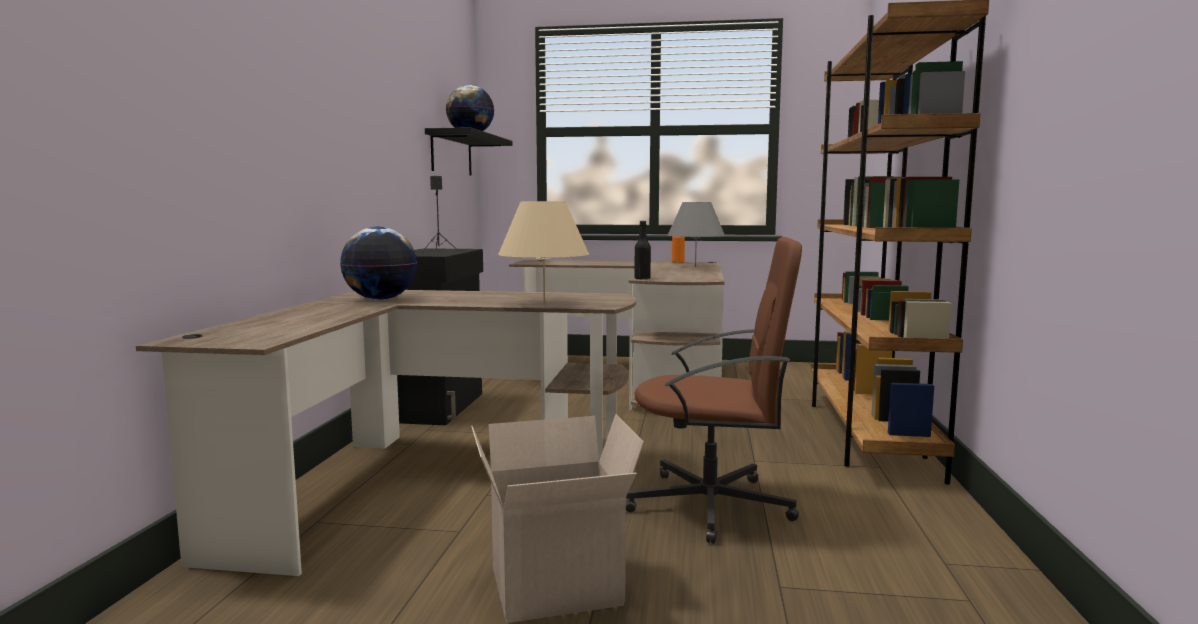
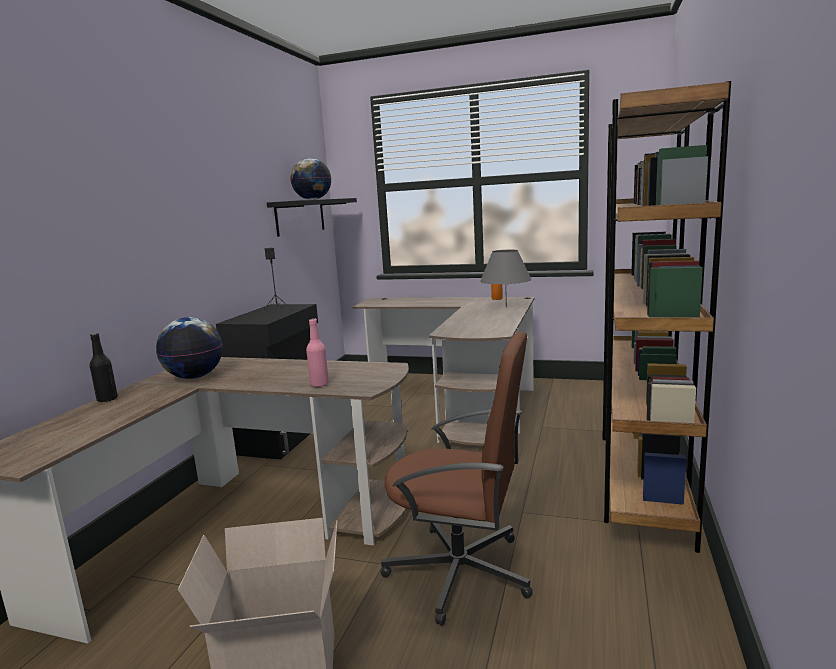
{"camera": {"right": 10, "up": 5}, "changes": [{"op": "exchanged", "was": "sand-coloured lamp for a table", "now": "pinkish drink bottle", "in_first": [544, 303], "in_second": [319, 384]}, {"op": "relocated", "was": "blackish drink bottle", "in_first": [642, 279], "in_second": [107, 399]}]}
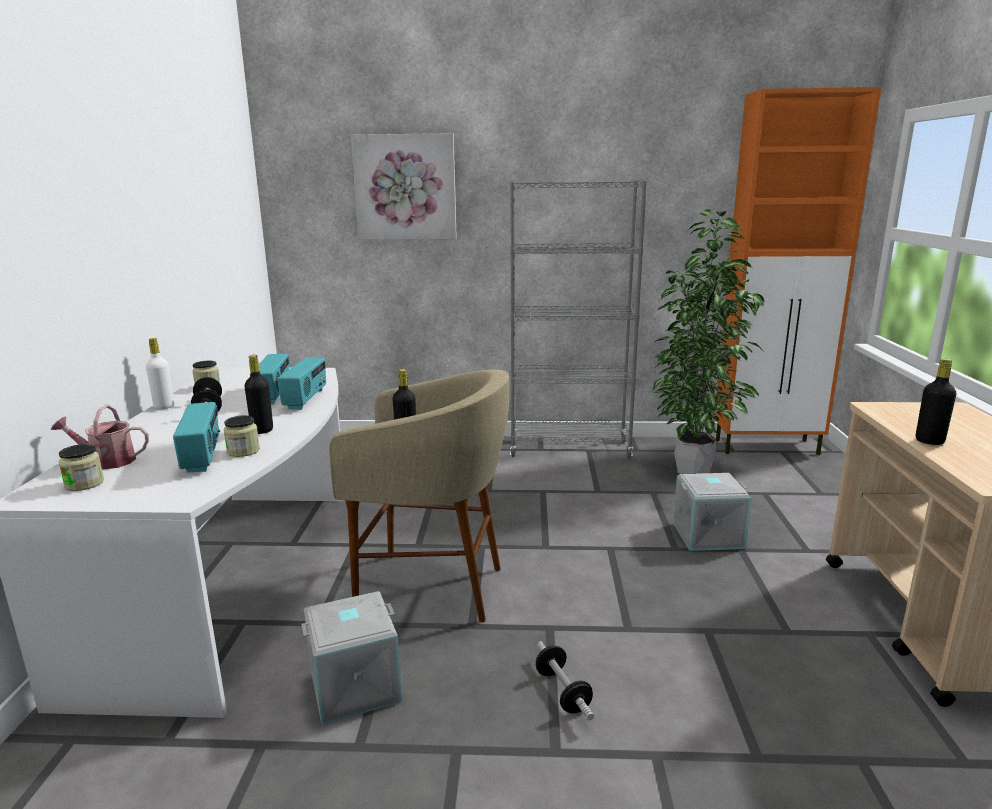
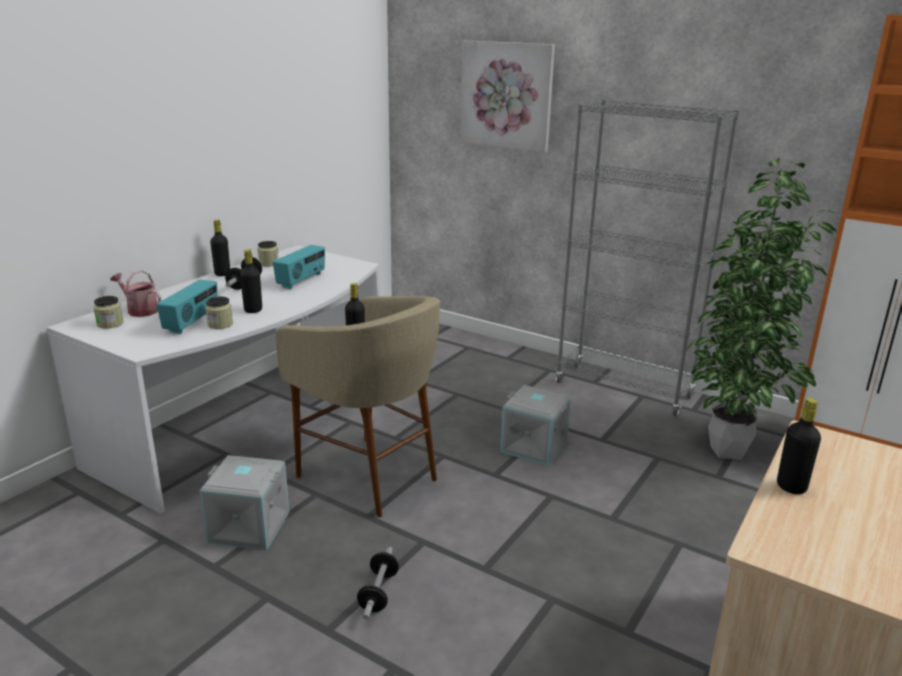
{"camera": {"right": 30, "up": 5}, "changes": [{"op": "colour", "was": "white-coloured drink bottle", "now": "blackish drink bottle", "in_first": [164, 406], "in_second": [222, 274]}, {"op": "missing", "was": "radio set", "in_first": [306, 399]}, {"op": "relocated", "was": "greyish storage container", "in_first": [708, 535], "in_second": [535, 446]}]}
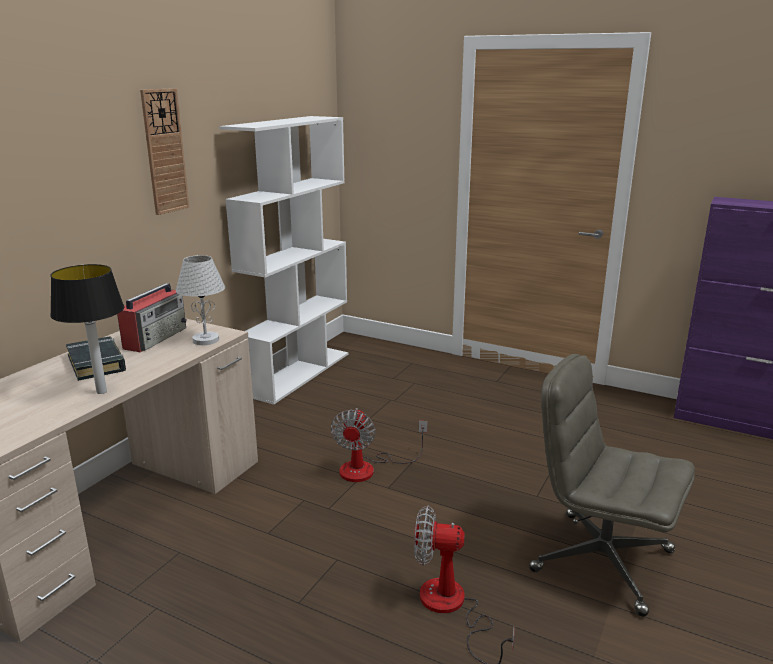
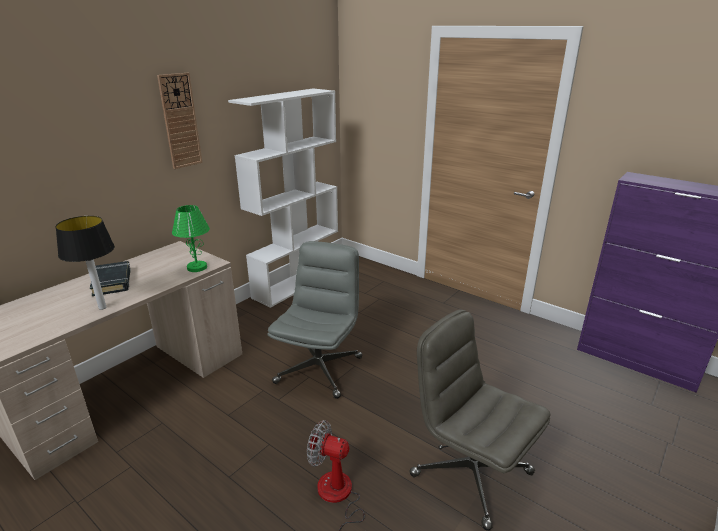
{"camera": {"right": 10, "up": 5}, "changes": [{"op": "missing", "was": "radio set", "in_first": [156, 338]}, {"op": "colour", "was": "white-coloured lamp for a table", "now": "greenish lamp for a table", "in_first": [205, 340], "in_second": [196, 267]}, {"op": "exchanged", "was": "fan", "now": "greyish office chair", "in_first": [368, 468], "in_second": [319, 369]}]}
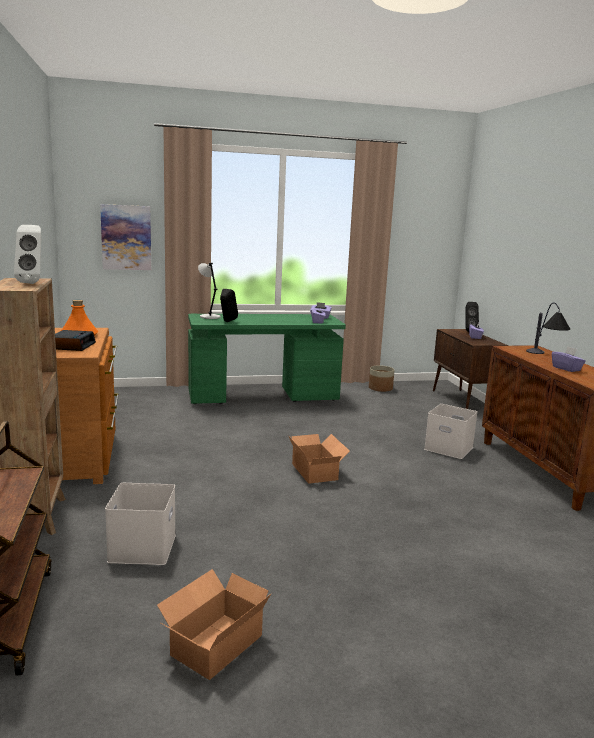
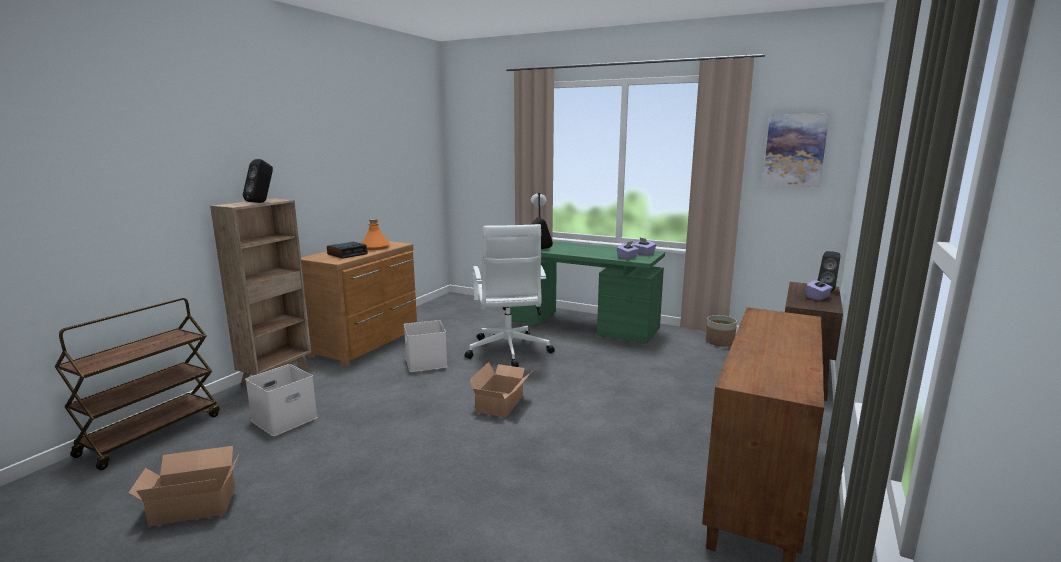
{"camera": {"right": 40, "up": 0}, "changes": [{"op": "colour", "was": "white-coloured speaker", "now": "blackish speaker", "in_first": [33, 283], "in_second": [261, 202]}, {"op": "relocated", "was": "wall art", "in_first": [126, 237], "in_second": [794, 150]}, {"op": "relocated", "was": "white-coloured storage container", "in_first": [450, 448], "in_second": [427, 362]}, {"op": "missing", "was": "lamp for a table", "in_first": [545, 356]}, {"op": "missing", "was": "purple-coloured tissue box", "in_first": [566, 369]}, {"op": "appeared", "now": "white-coloured office chair", "in_second": [508, 351]}]}
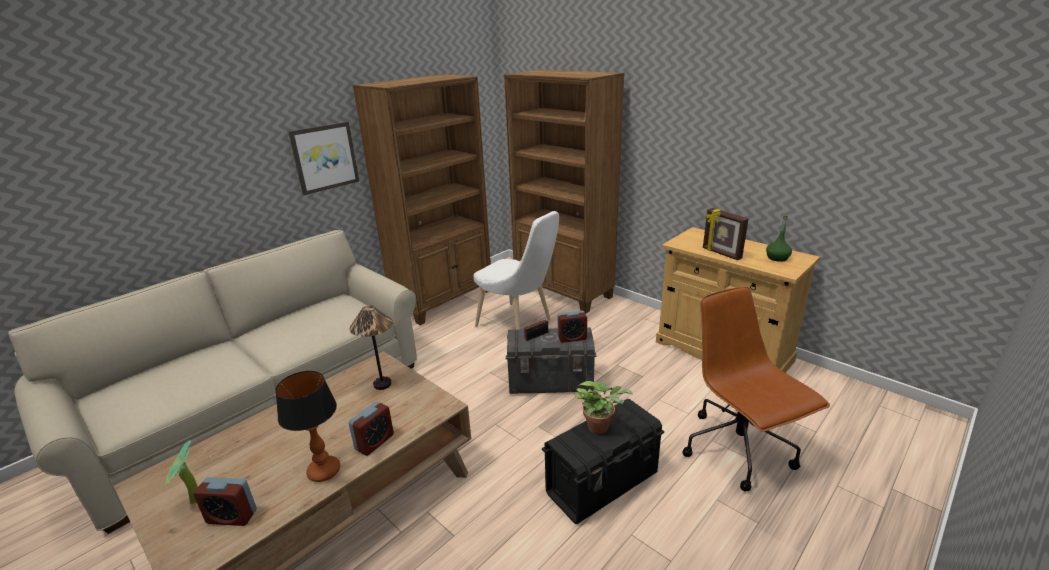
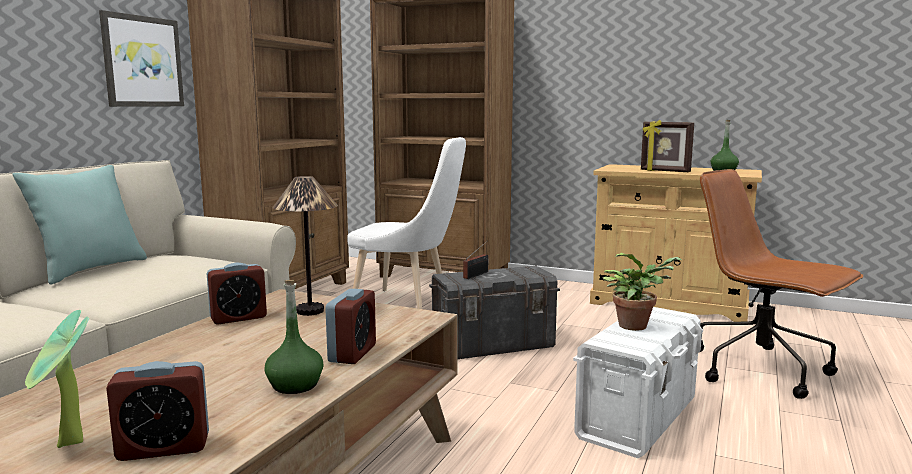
{"camera": {"right": -20, "up": -15}, "changes": [{"op": "exchanged", "was": "lamp for a table", "now": "greenish drink bottle", "in_first": [324, 471], "in_second": [295, 385]}, {"op": "colour", "was": "blackish storage container", "now": "white-coloured storage container", "in_first": [602, 483], "in_second": [638, 418]}, {"op": "relocated", "was": "alarm clock", "in_first": [572, 338], "in_second": [238, 318]}, {"op": "appeared", "now": "blue-green throw pillow", "in_second": [90, 270]}]}
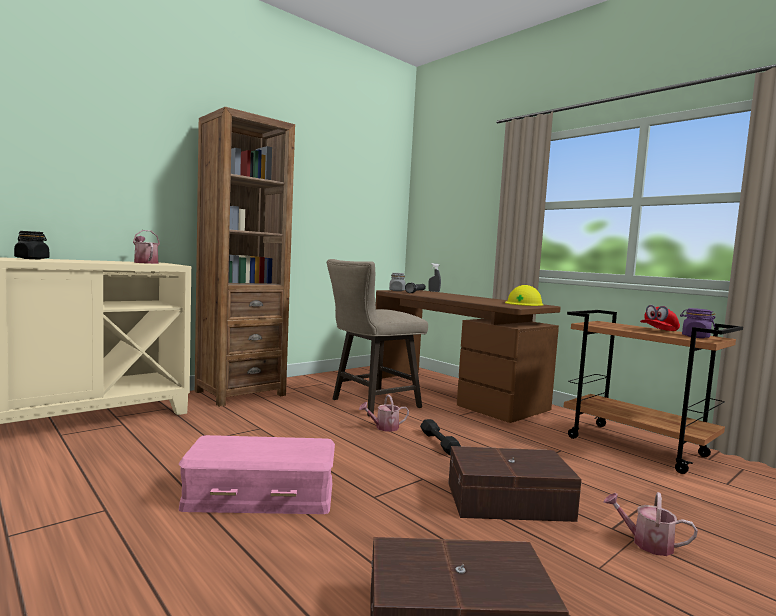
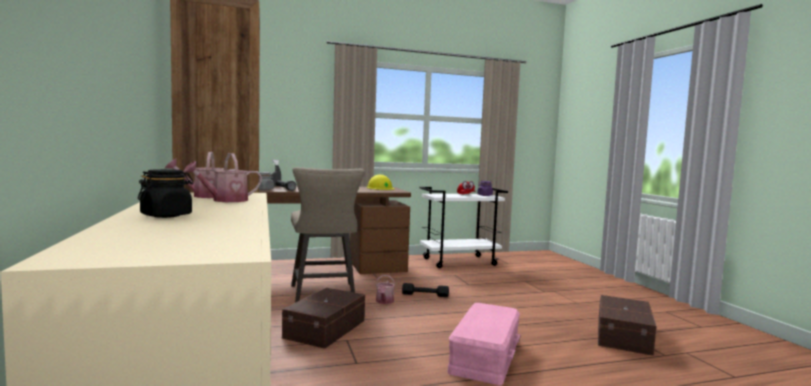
{"camera": {"right": -65, "up": 0}, "changes": [{"op": "relocated", "was": "brownish storage container", "in_first": [510, 502], "in_second": [327, 329]}, {"op": "colour", "was": "brownish cart", "now": "white-coloured cart", "in_first": [637, 447], "in_second": [460, 262]}, {"op": "relocated", "was": "watering can", "in_first": [646, 543], "in_second": [225, 200]}]}
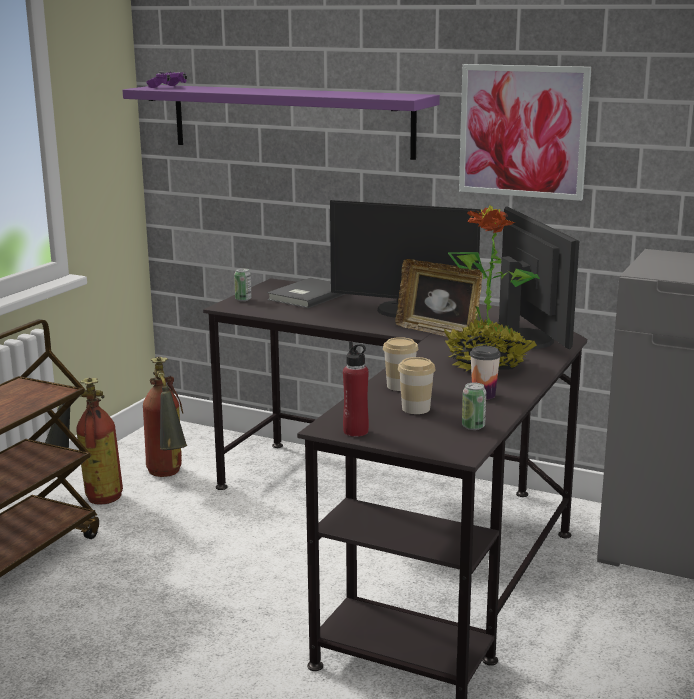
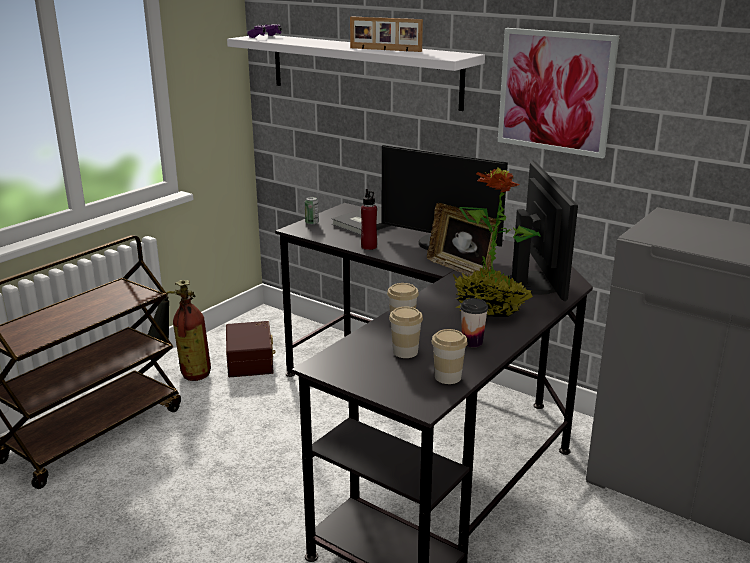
{"camera": {"right": 10, "up": 5}, "changes": [{"op": "colour", "was": "purple-coloured bracket shelf", "now": "white-coloured bracket shelf", "in_first": [290, 120], "in_second": [363, 70]}, {"op": "exchanged", "was": "fire extinguisher", "now": "brownish storage container", "in_first": [168, 477], "in_second": [251, 360]}, {"op": "relocated", "was": "reddish drink bottle", "in_first": [356, 431], "in_second": [369, 247]}, {"op": "exchanged", "was": "metal can", "now": "drinking cup", "in_first": [473, 426], "in_second": [448, 377]}, {"op": "appeared", "now": "photo frame", "in_second": [385, 50]}]}
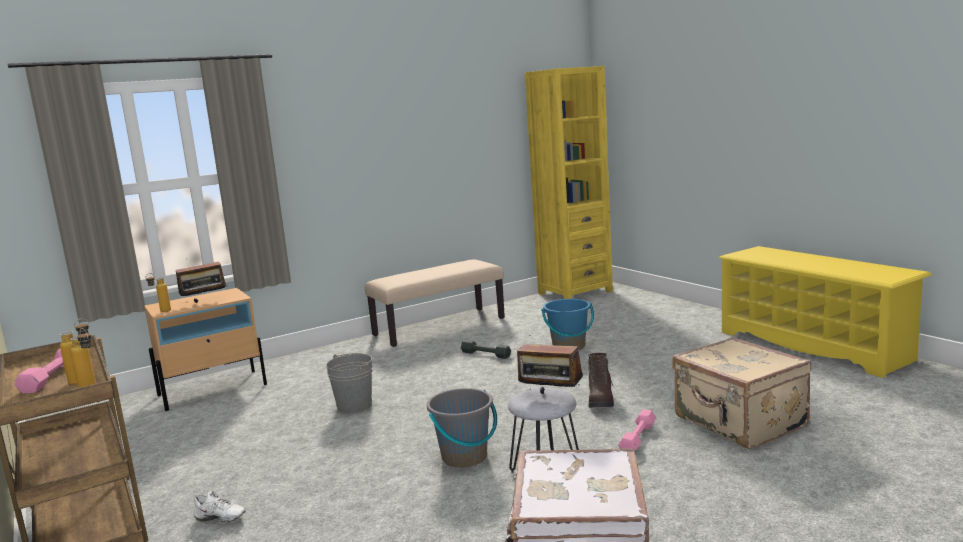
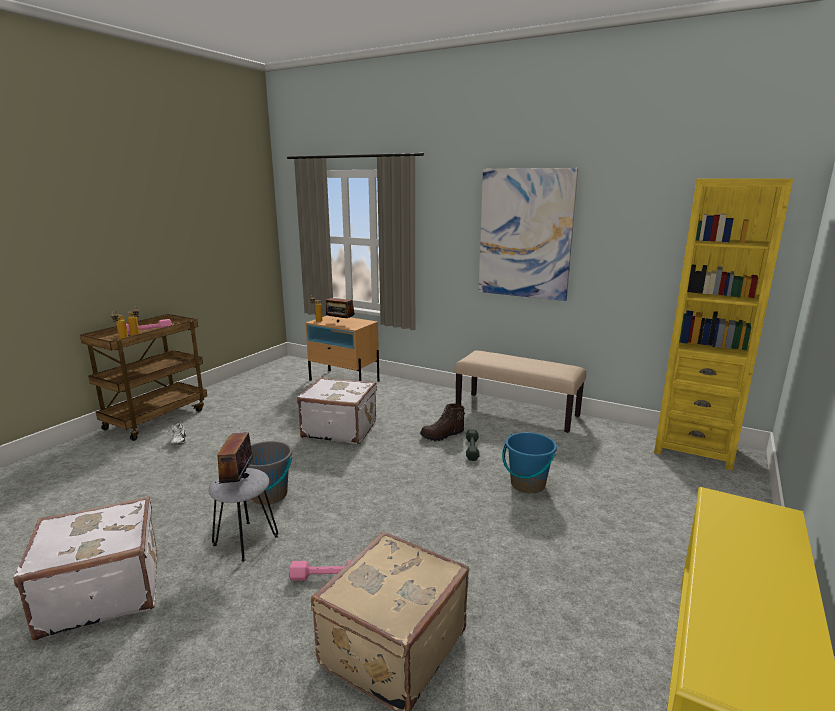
{"camera": {"right": 60, "up": 5}, "changes": [{"op": "exchanged", "was": "greyish bucket", "now": "white-coloured suitcase", "in_first": [354, 406], "in_second": [340, 429]}, {"op": "relocated", "was": "brownish high-top boot", "in_first": [600, 400], "in_second": [442, 436]}, {"op": "appeared", "now": "wall art", "in_second": [525, 234]}]}
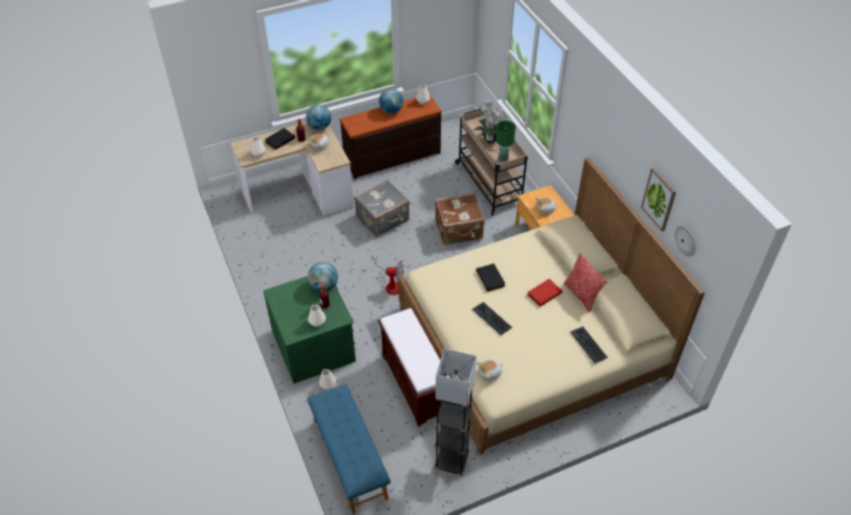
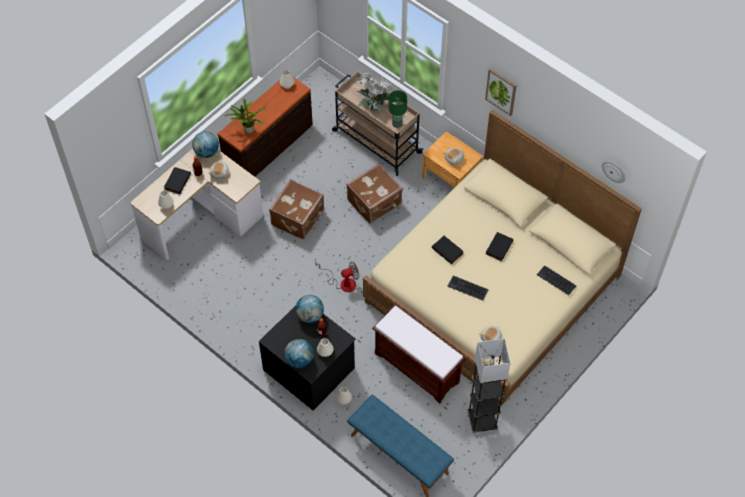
{"camera": {"right": -25, "up": 10}, "changes": [{"op": "colour", "was": "greenish dresser", "now": "blackish dresser", "in_first": [314, 345], "in_second": [310, 368]}, {"op": "colour", "was": "greyish suitcase", "now": "brownish suitcase", "in_first": [383, 219], "in_second": [298, 218]}, {"op": "relocated", "was": "globe", "in_first": [391, 111], "in_second": [299, 360]}, {"op": "colour", "was": "reddish bound book", "now": "blackish bound book", "in_first": [544, 293], "in_second": [498, 247]}, {"op": "missing", "was": "throw pillow", "in_first": [581, 295]}, {"op": "relocated", "was": "wall art", "in_first": [659, 199], "in_second": [501, 91]}, {"op": "appeared", "now": "houseplant", "in_second": [247, 129]}]}
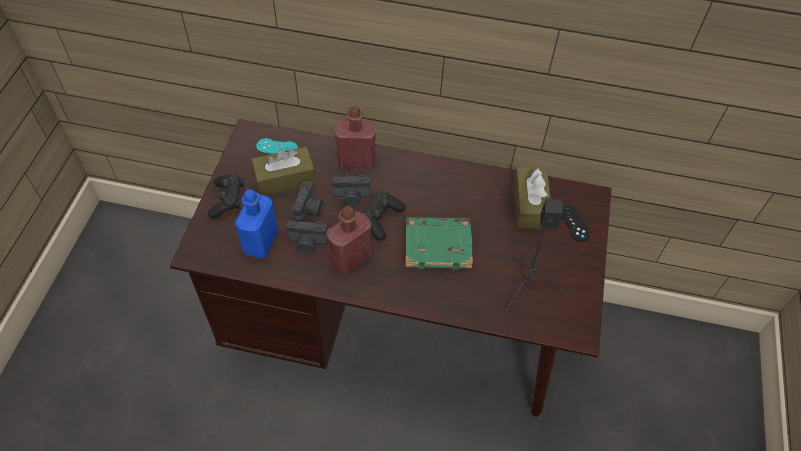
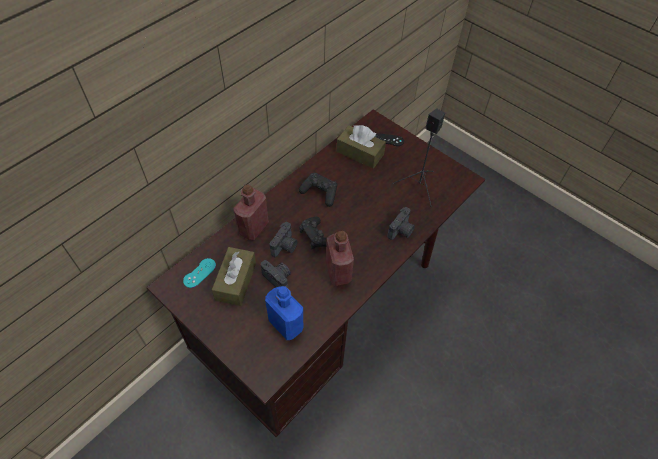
{"camera": {"right": -60, "up": 0}, "changes": [{"op": "relocated", "was": "blackish game controller", "in_first": [228, 200], "in_second": [320, 193]}, {"op": "relocated", "was": "photo camera", "in_first": [307, 244], "in_second": [401, 231]}, {"op": "missing", "was": "greenish bound book", "in_first": [438, 245]}]}
